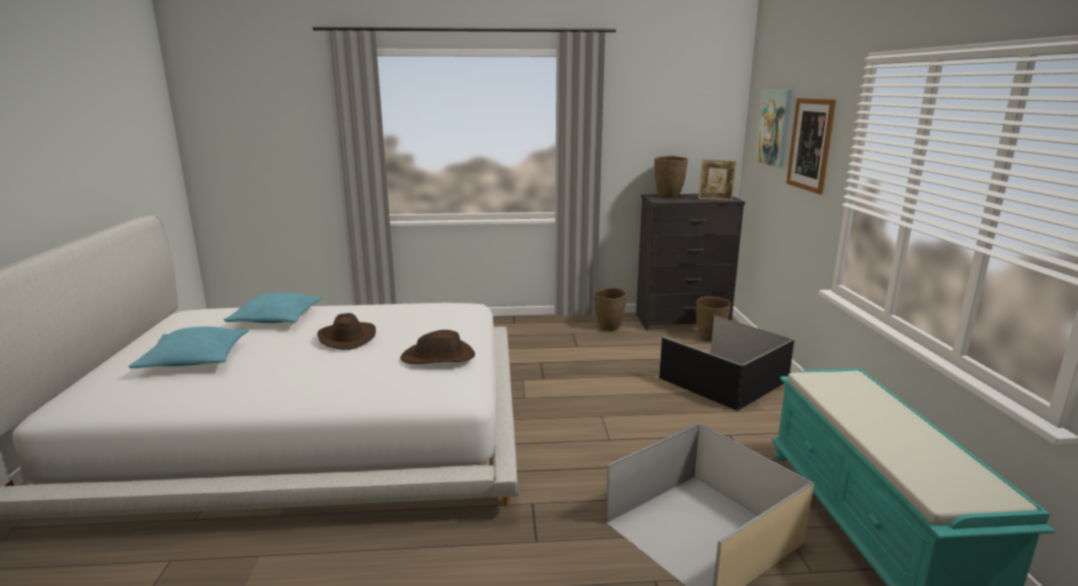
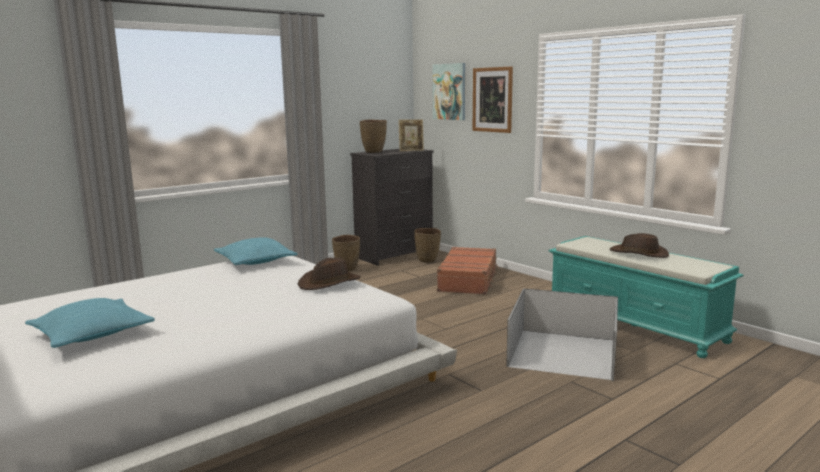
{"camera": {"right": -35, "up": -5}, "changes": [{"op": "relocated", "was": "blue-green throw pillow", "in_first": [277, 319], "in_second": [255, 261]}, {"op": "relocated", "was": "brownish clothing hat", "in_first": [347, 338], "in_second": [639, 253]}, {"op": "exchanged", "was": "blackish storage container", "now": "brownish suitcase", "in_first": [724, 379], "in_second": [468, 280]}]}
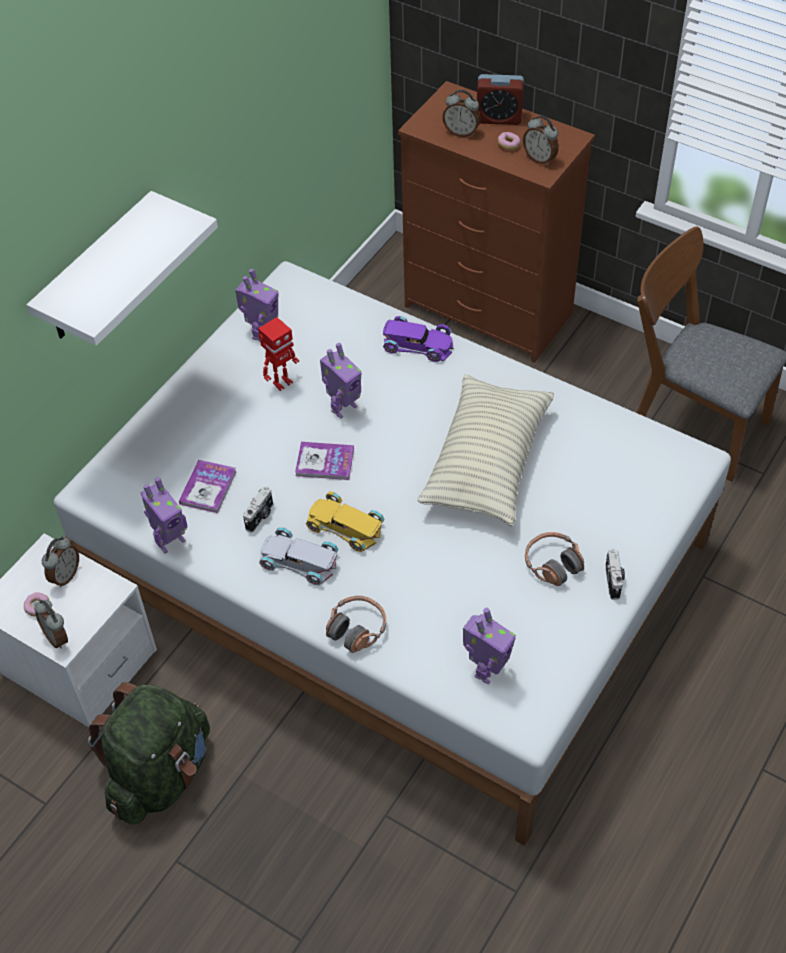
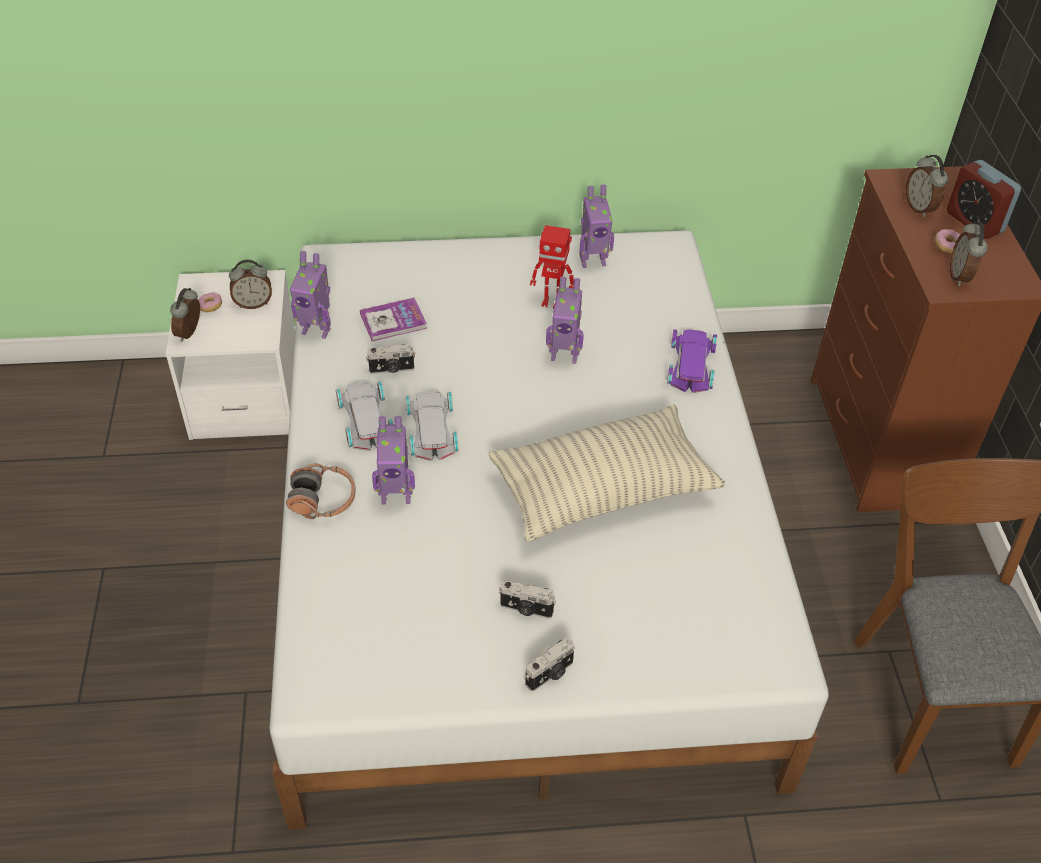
{"camera": {"right": 50, "up": -5}, "changes": [{"op": "missing", "was": "white-coloured bracket shelf", "in_first": [97, 271]}, {"op": "missing", "was": "greenish knapsack", "in_first": [160, 774]}, {"op": "missing", "was": "bound book", "in_first": [325, 462]}, {"op": "colour", "was": "yellow-coloured toy car", "now": "white-coloured toy car", "in_first": [345, 525], "in_second": [432, 428]}, {"op": "spun", "was": "purple-coloured toy car", "in_first": [418, 345], "in_second": [692, 364], "clockwise": -150}, {"op": "relocated", "was": "model robot", "in_first": [486, 670], "in_second": [396, 495]}, {"op": "exchanged", "was": "headset", "now": "photo camera", "in_first": [553, 564], "in_second": [526, 609]}]}
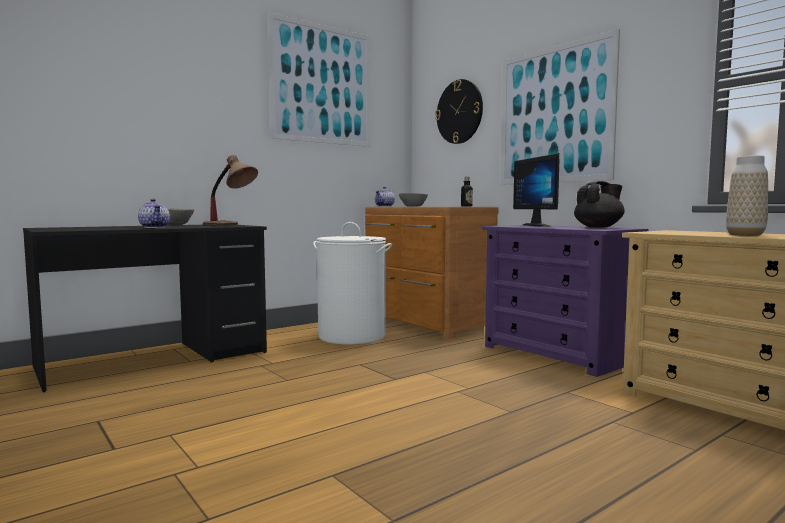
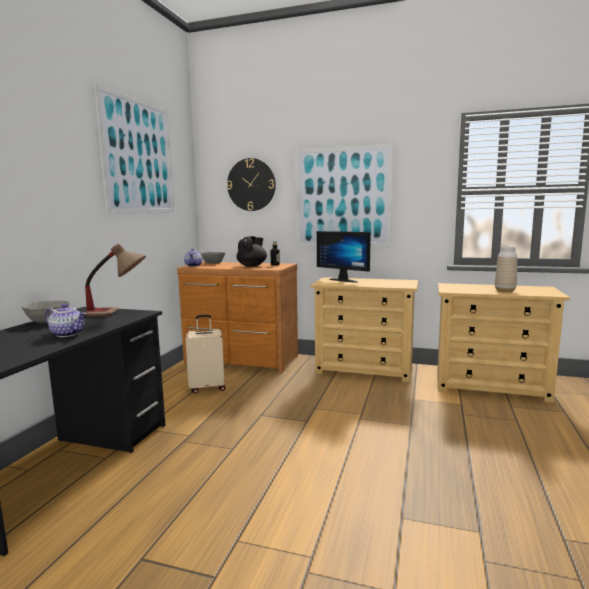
{"camera": {"right": -35, "up": 5}, "changes": [{"op": "exchanged", "was": "white-coloured laundry basket", "now": "sand-coloured suitcase", "in_first": [352, 336], "in_second": [207, 387]}, {"op": "colour", "was": "purple-coloured dresser", "now": "sand-coloured dresser", "in_first": [557, 354], "in_second": [365, 369]}, {"op": "relocated", "was": "blackish teapot", "in_first": [599, 227], "in_second": [252, 265]}]}
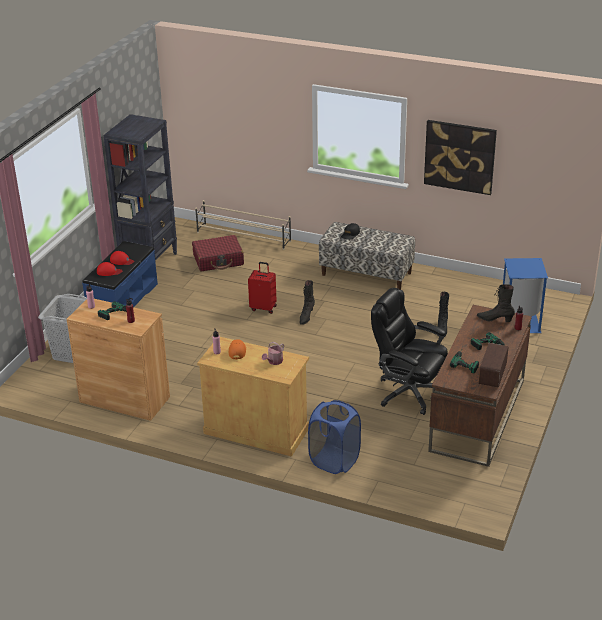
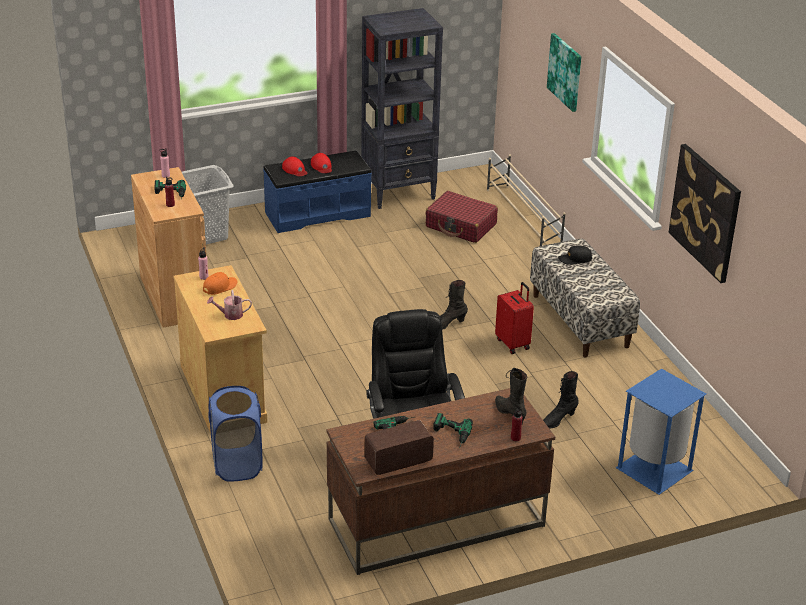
{"camera": {"right": 45, "up": 0}, "changes": [{"op": "relocated", "was": "reddish suitcase", "in_first": [263, 308], "in_second": [513, 343]}, {"op": "appeared", "now": "wall art", "in_second": [565, 72]}]}
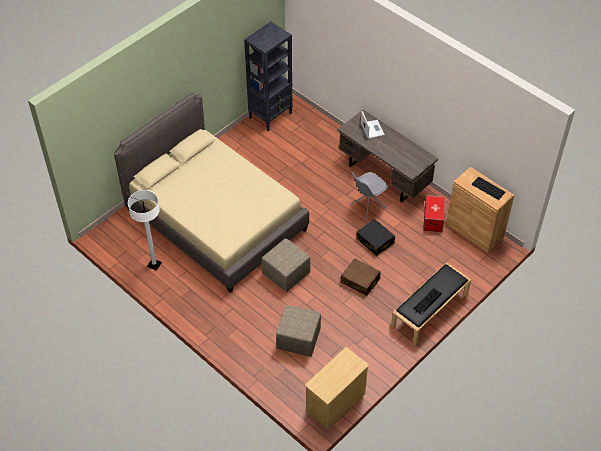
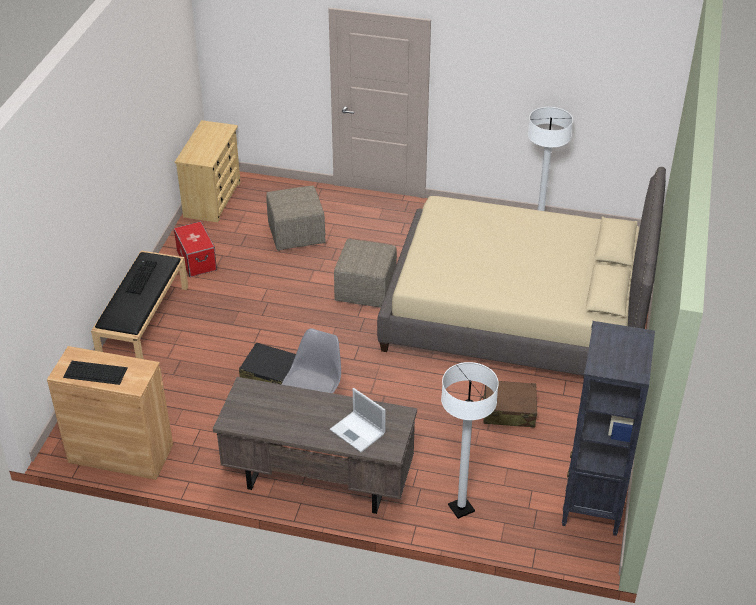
{"camera": {"right": 150, "up": -10}, "changes": [{"op": "relocated", "was": "brownish suitcase", "in_first": [360, 281], "in_second": [508, 411]}, {"op": "relocated", "was": "storage container", "in_first": [433, 220], "in_second": [197, 260]}, {"op": "appeared", "now": "white-coloured floor lamp", "in_second": [461, 508]}]}
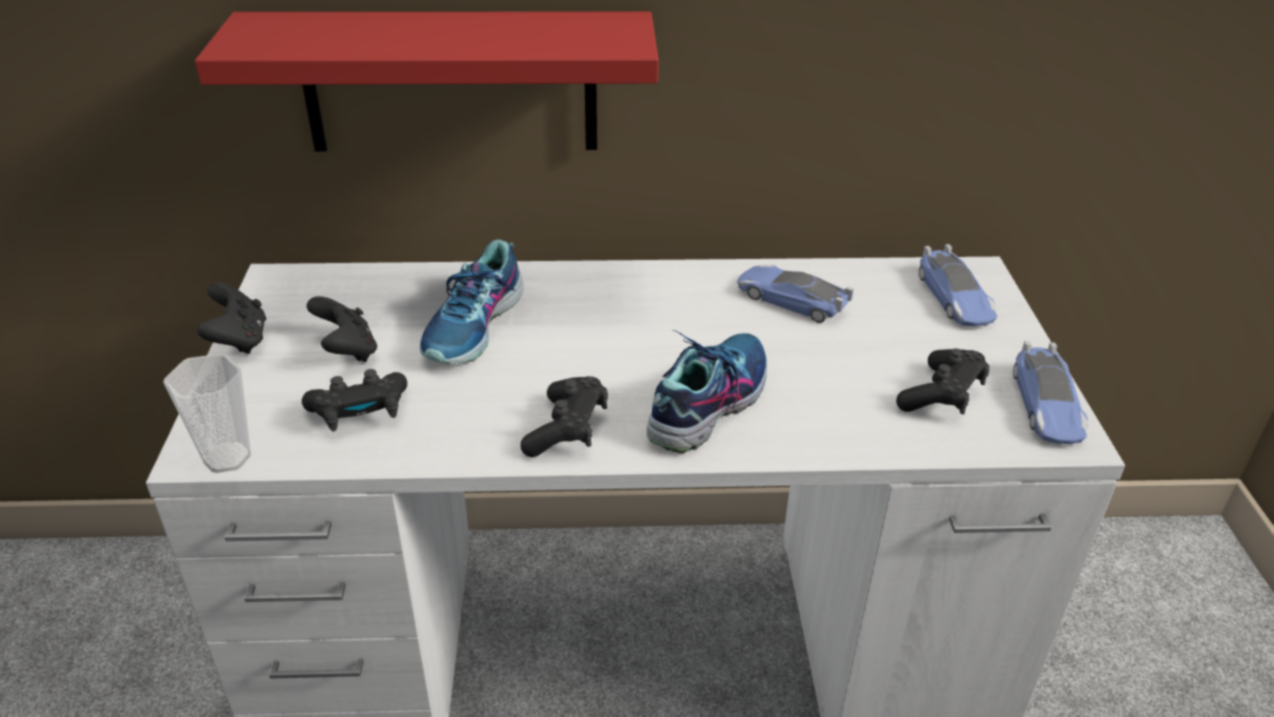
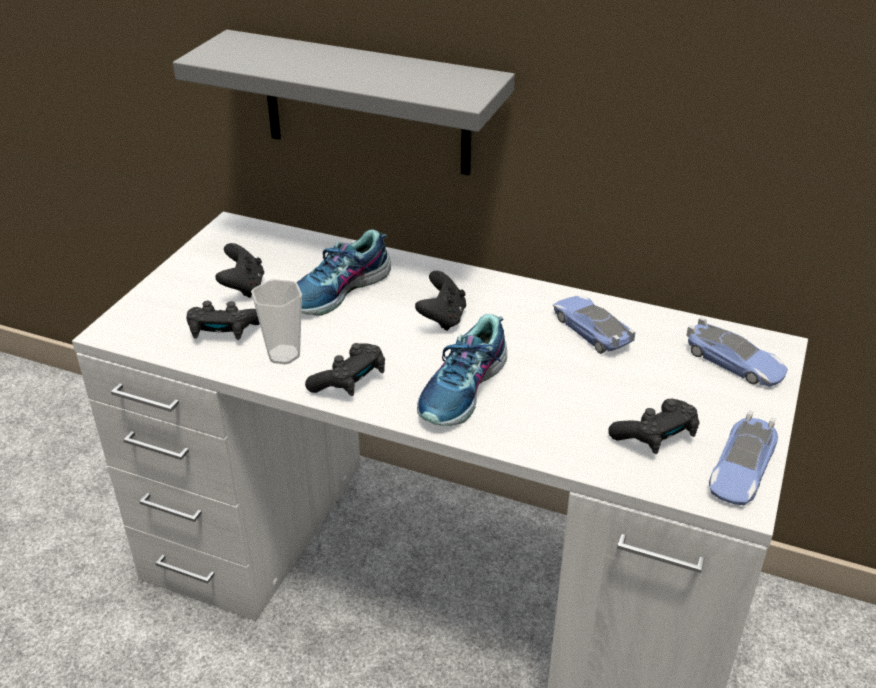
{"camera": {"right": 25, "up": 0}, "changes": [{"op": "relocated", "was": "drinking cup", "in_first": [227, 458], "in_second": [283, 355]}, {"op": "colour", "was": "reddish bracket shelf", "now": "greyish bracket shelf", "in_first": [450, 82], "in_second": [366, 104]}, {"op": "relocated", "was": "blackish game controller", "in_first": [239, 340], "in_second": [442, 318]}, {"op": "spun", "was": "low shoe", "in_first": [707, 402], "in_second": [464, 390], "clockwise": 150}, {"op": "spun", "was": "toy car", "in_first": [954, 298], "in_second": [734, 362], "clockwise": -60}]}
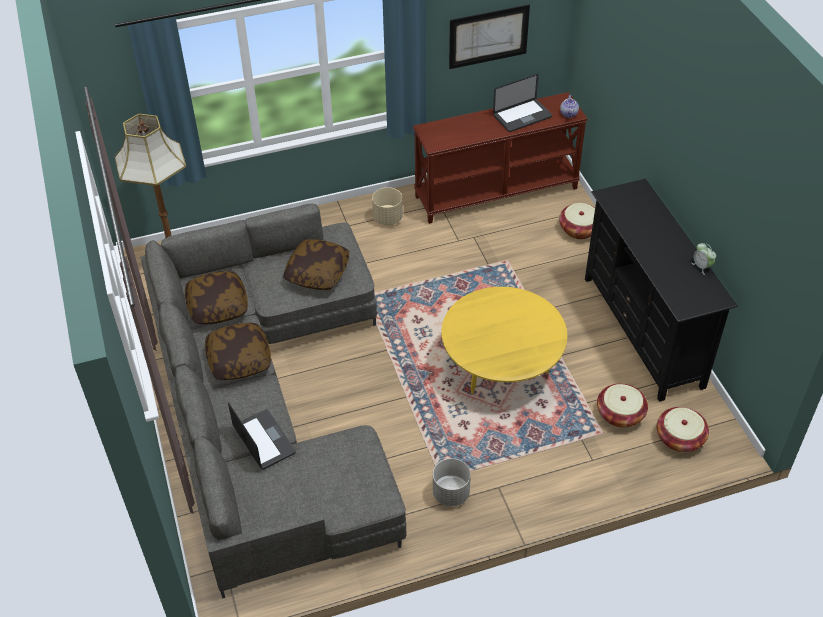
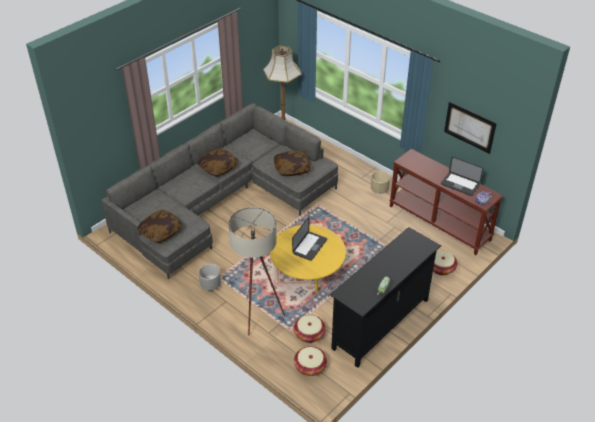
{"camera": {"right": 60, "up": -5}, "changes": [{"op": "relocated", "was": "throw pillow", "in_first": [217, 306], "in_second": [161, 231]}, {"op": "relocated", "was": "laptop", "in_first": [264, 440], "in_second": [309, 246]}, {"op": "appeared", "now": "sand-coloured floor lamp", "in_second": [258, 321]}]}
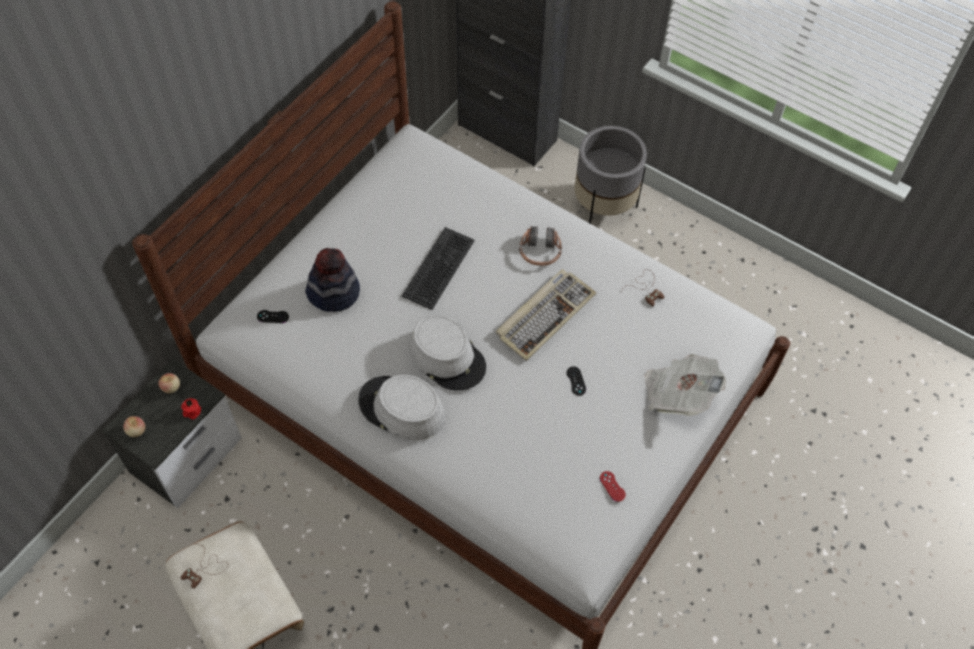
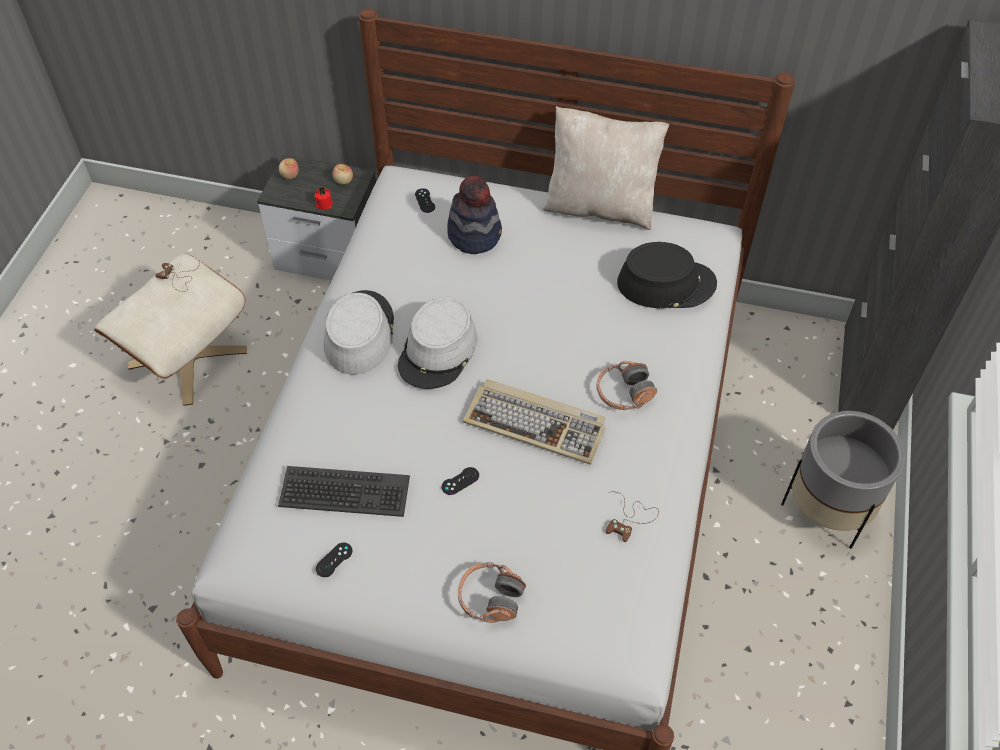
{"camera": {"right": 70, "up": -5}, "changes": [{"op": "relocated", "was": "keyboard", "in_first": [439, 268], "in_second": [344, 493]}, {"op": "colour", "was": "reddish game controller", "now": "blackish game controller", "in_first": [612, 486], "in_second": [334, 560]}, {"op": "exchanged", "was": "daily paper", "now": "headset", "in_first": [678, 393], "in_second": [490, 598]}, {"op": "appeared", "now": "sand-coloured throw pillow", "in_second": [600, 206]}, {"op": "appeared", "now": "blackish clothing hat", "in_second": [666, 283]}]}
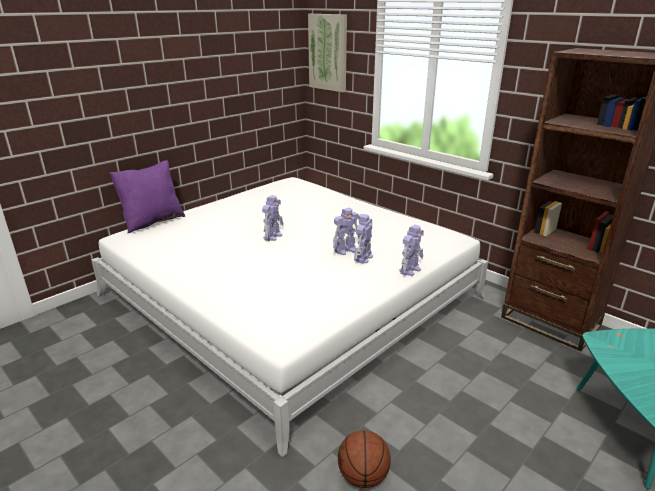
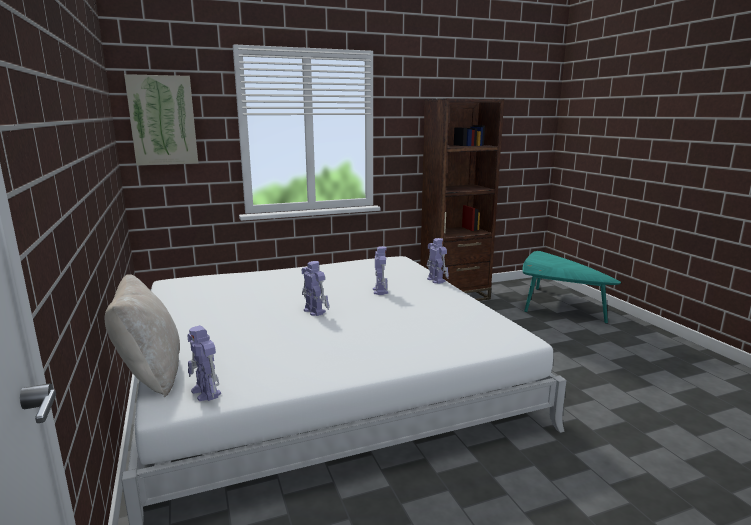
{"camera": {"right": -65, "up": -10}, "changes": [{"op": "colour", "was": "purple-coloured throw pillow", "now": "sand-coloured throw pillow", "in_first": [152, 221], "in_second": [150, 374]}, {"op": "missing", "was": "basketball", "in_first": [363, 477]}, {"op": "relocated", "was": "model robot", "in_first": [363, 258], "in_second": [206, 393]}]}
